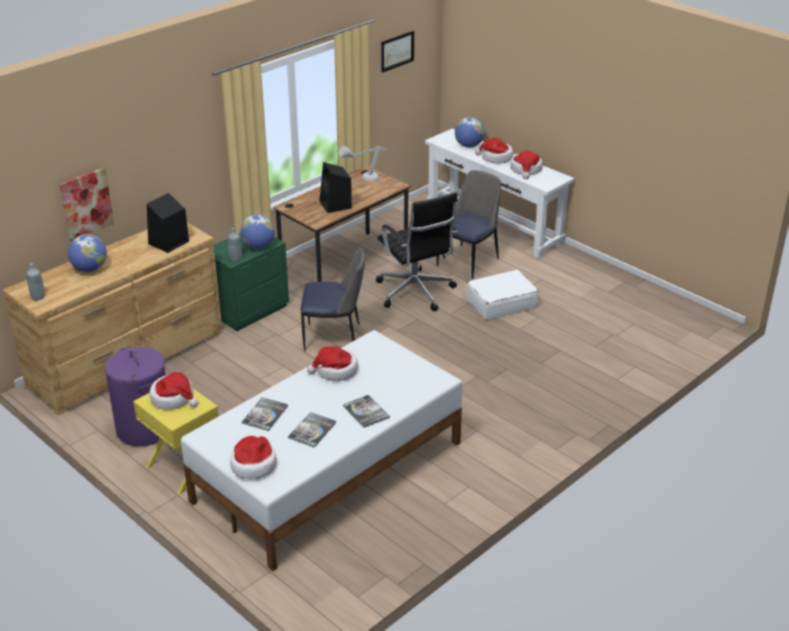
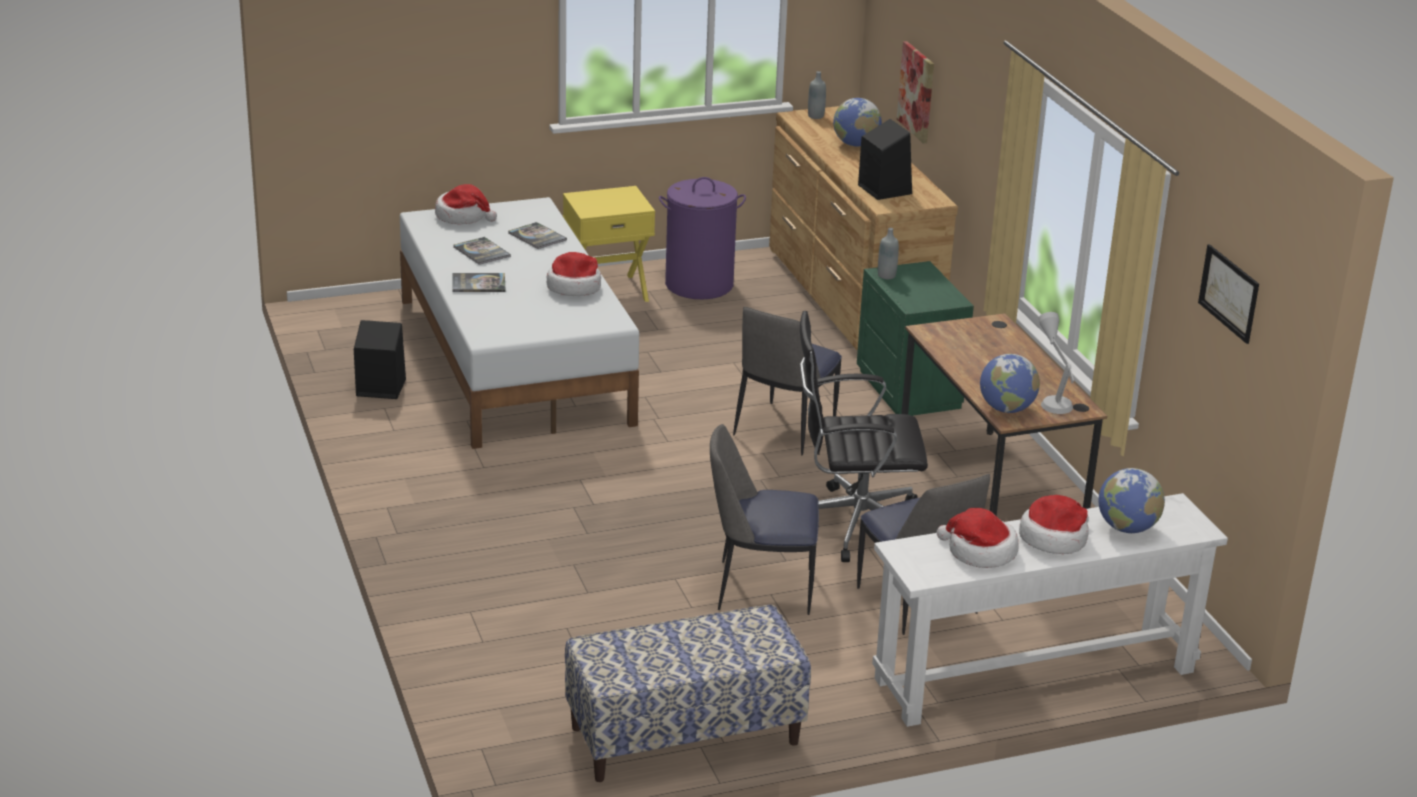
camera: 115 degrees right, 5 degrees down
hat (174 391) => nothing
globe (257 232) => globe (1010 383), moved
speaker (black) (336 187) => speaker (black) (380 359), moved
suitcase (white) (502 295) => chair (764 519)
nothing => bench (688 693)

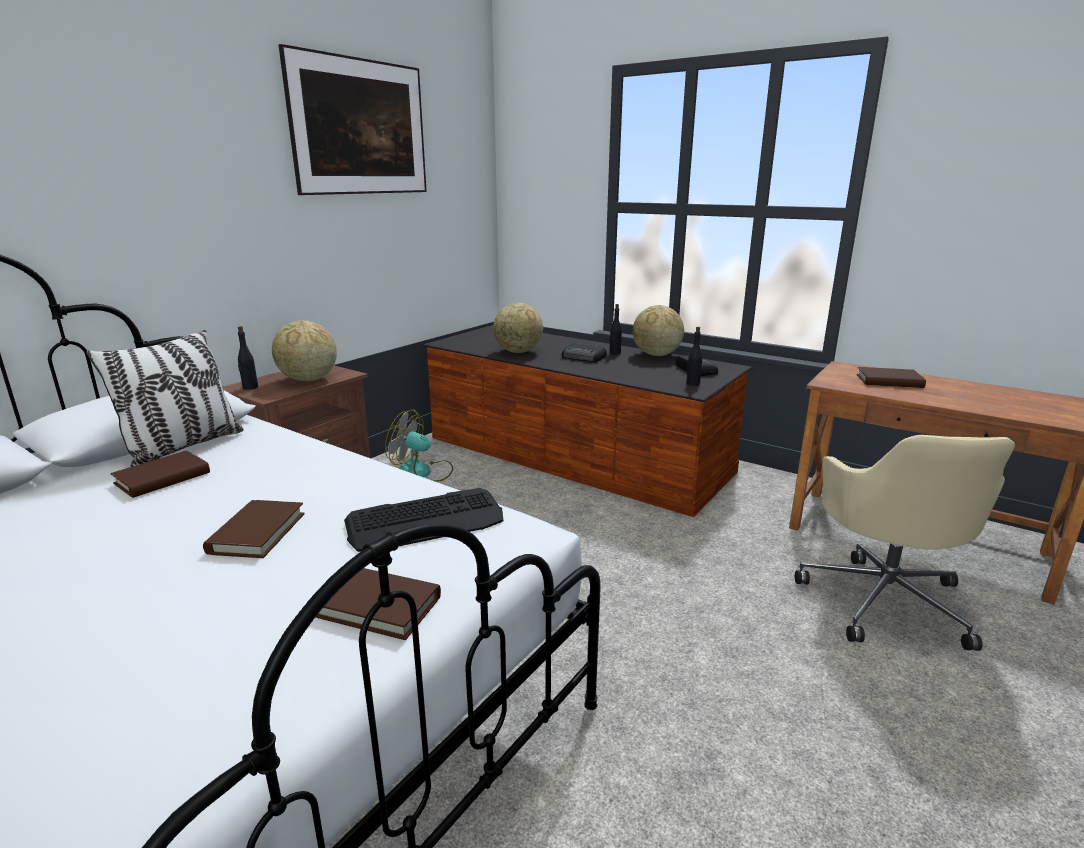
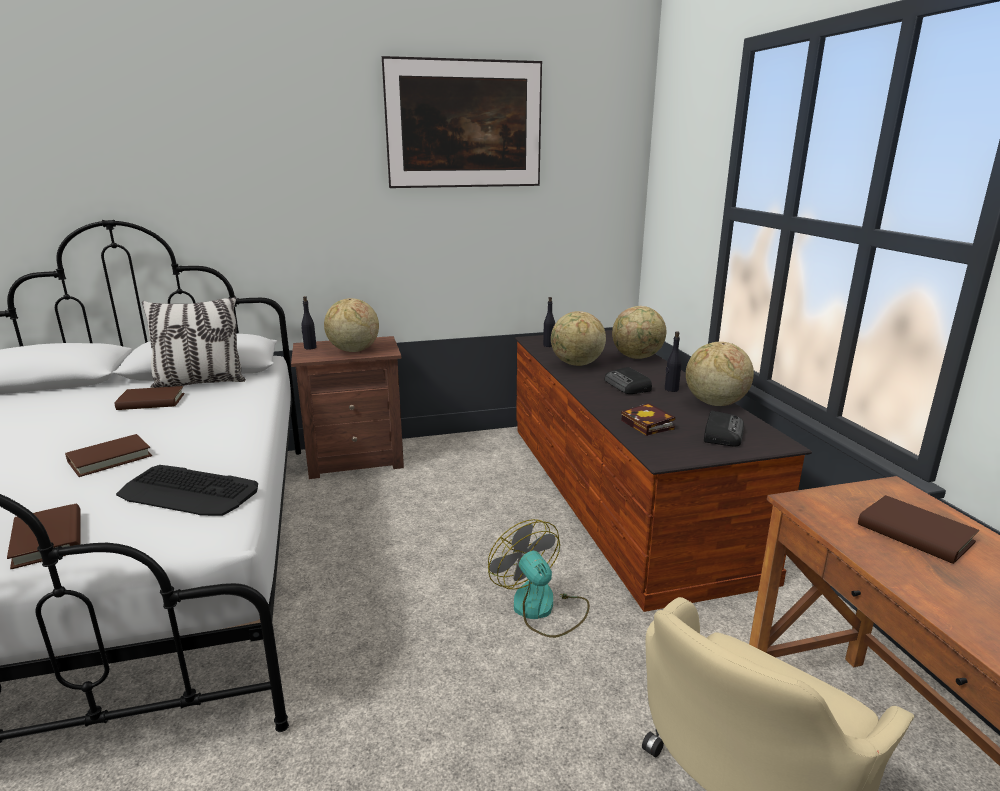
camera: 40 degrees right, 0 degrees up
fan (419 446) => fan (539 578), moved
bottle (black) (694 356) => bottle (black) (549 322), moved
nothing => globe (639 332)
nothing => book (648 419)

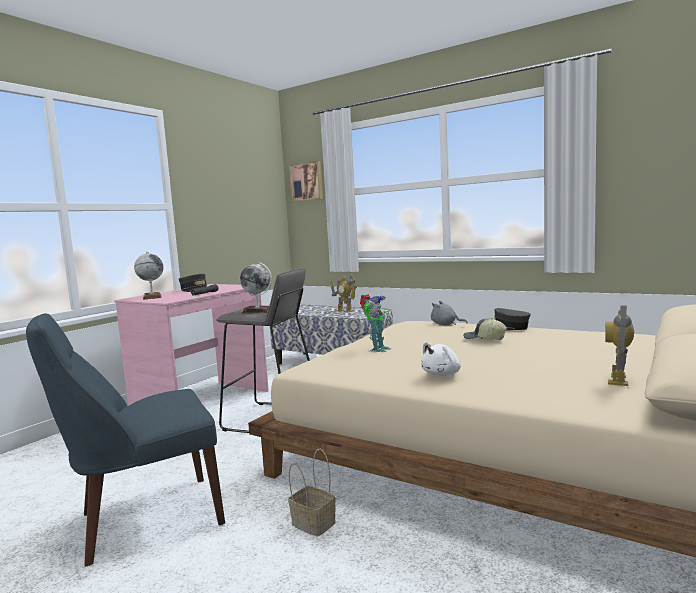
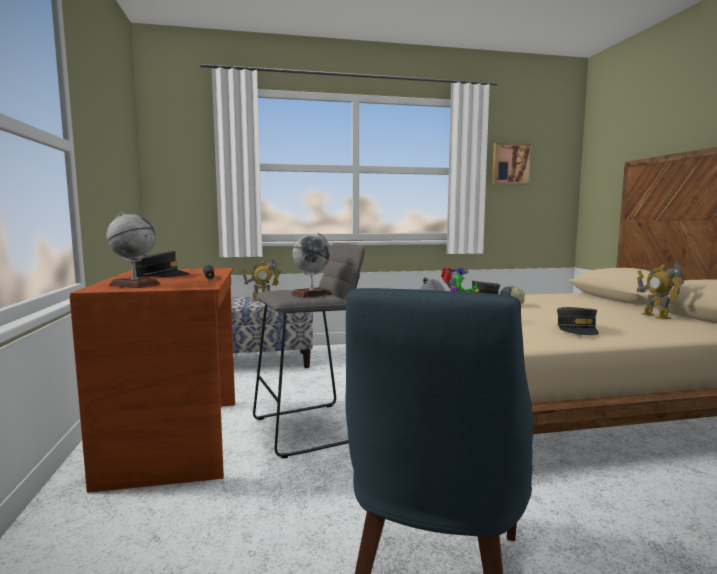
camera: 45 degrees left, 0 degrees up
desk (pink) (191 345) => desk (brown) (152 380)
basket (312 493) => nothing
picture (306 181) => picture (512 164), moved
plush toy (white) (441 359) => cap (grey) (578 321)

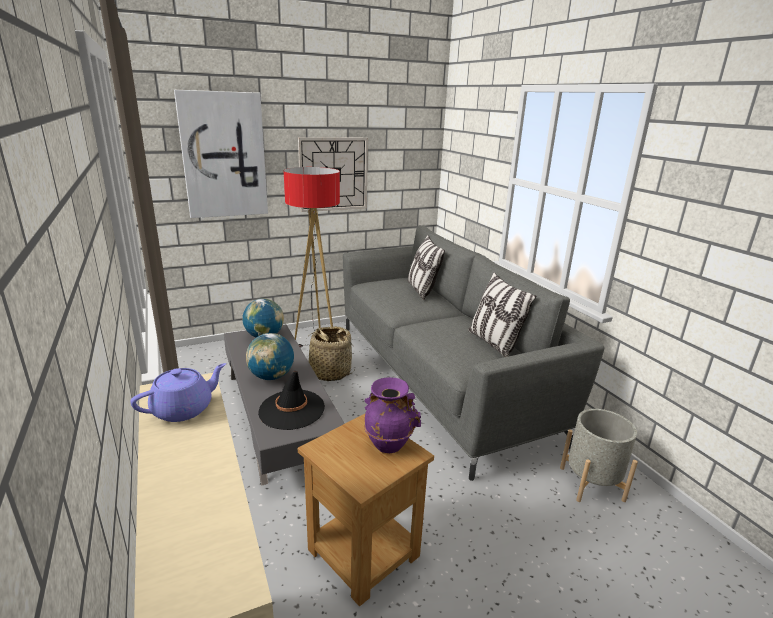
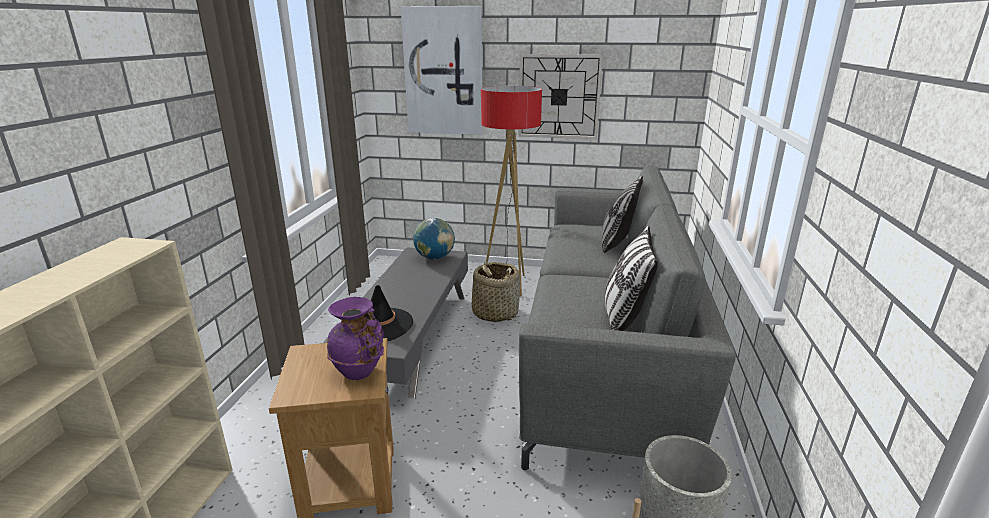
camera: 35 degrees right, 0 degrees up
teapot (purple) (178 392) => nothing
globe (270 356) => nothing

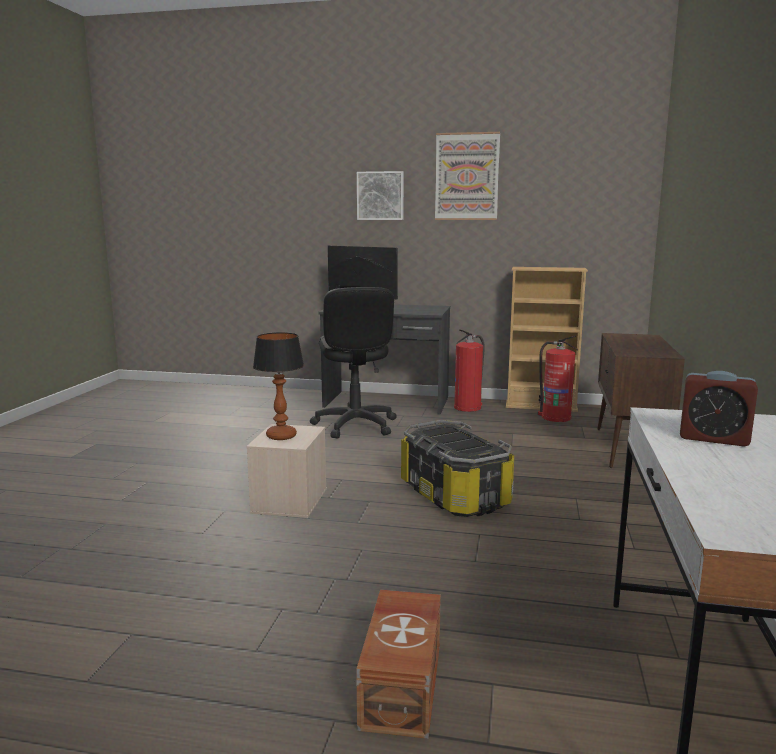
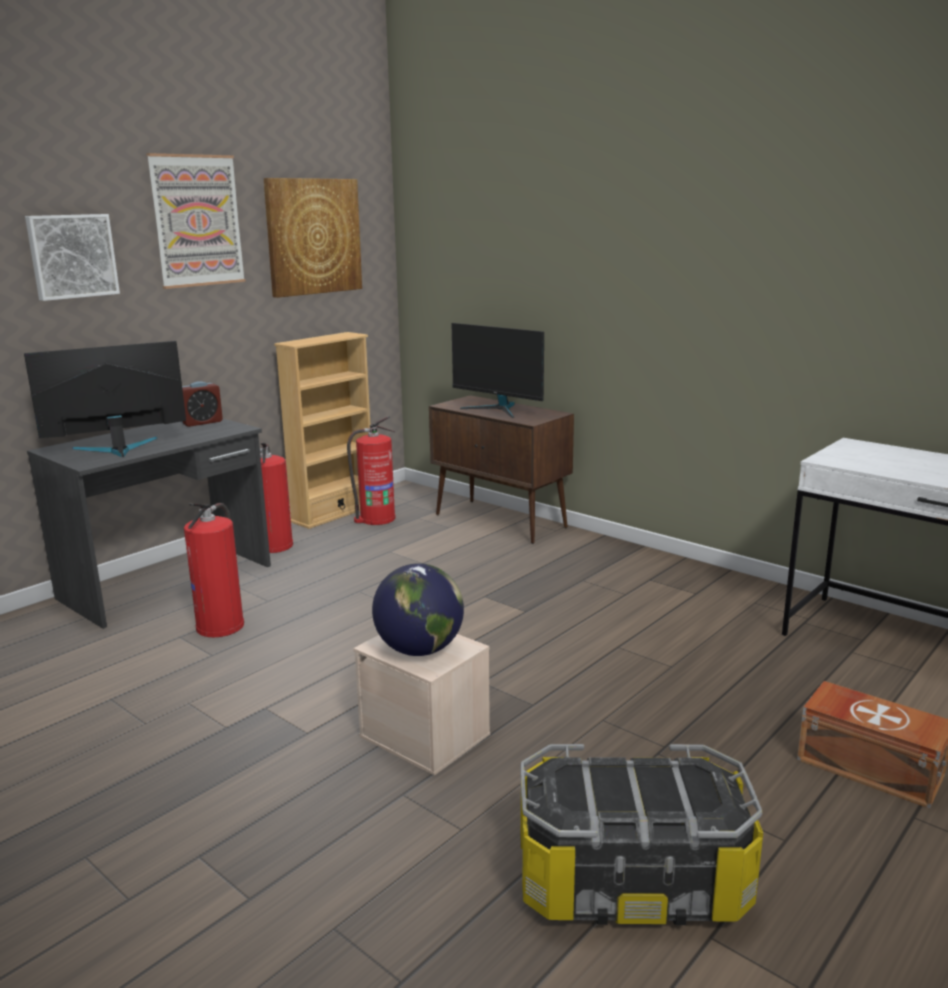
camera: 60 degrees left, 5 degrees up
table lamp (278 386) => globe (418 609)
office chair (black) (353 363) => fire extinguisher (214 570)
storage box (457 468) => storage box (641 834), moved
alarm clock (719 409) => alarm clock (202 404), moved
nothing => picture (313 238)
nothing => monitor (497 370)

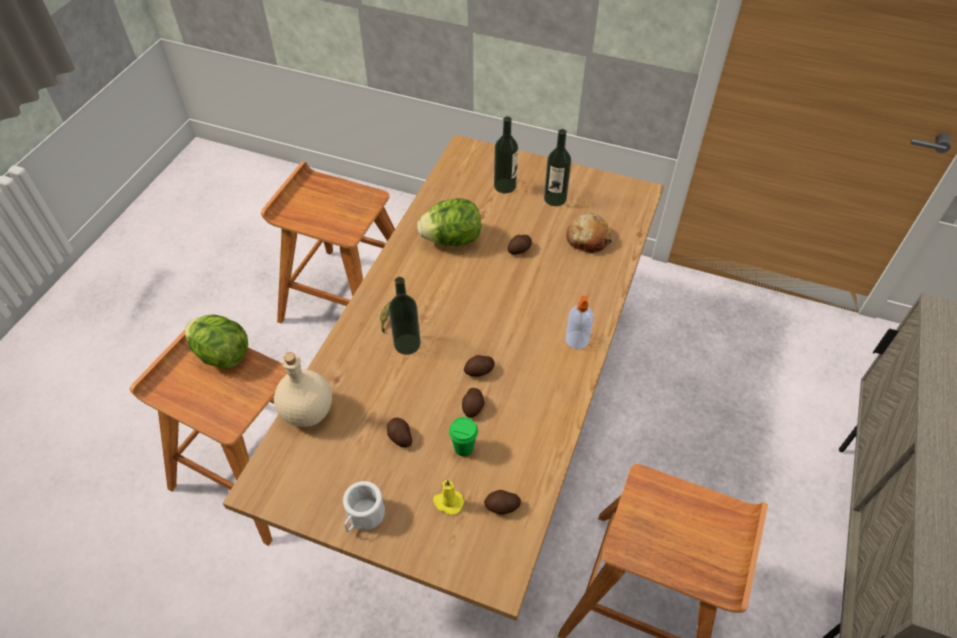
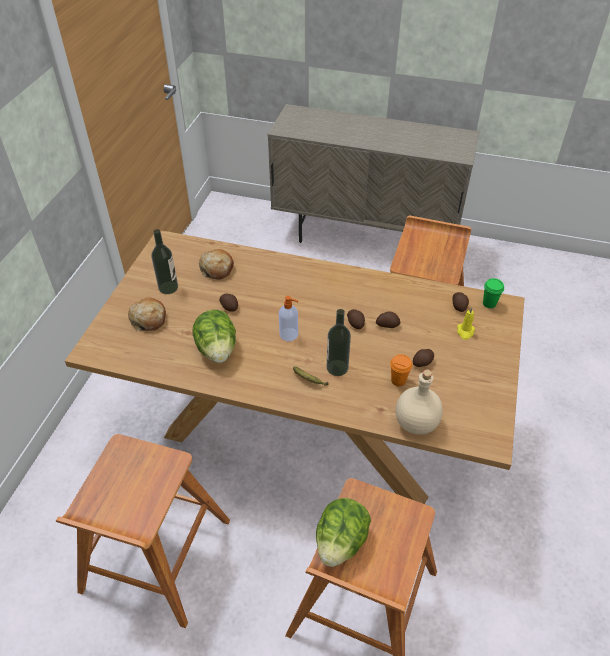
camera: 95 degrees left, 5 degrees down
mug (white) (364 506) => nothing
cup (green) (463 436) => cup (green) (493 293), moved
bottle (506 155) => bread (147 314)
soap dispenser (579 322) => soap dispenser (289 318), moved
nothing => cup (orange) (401 370)

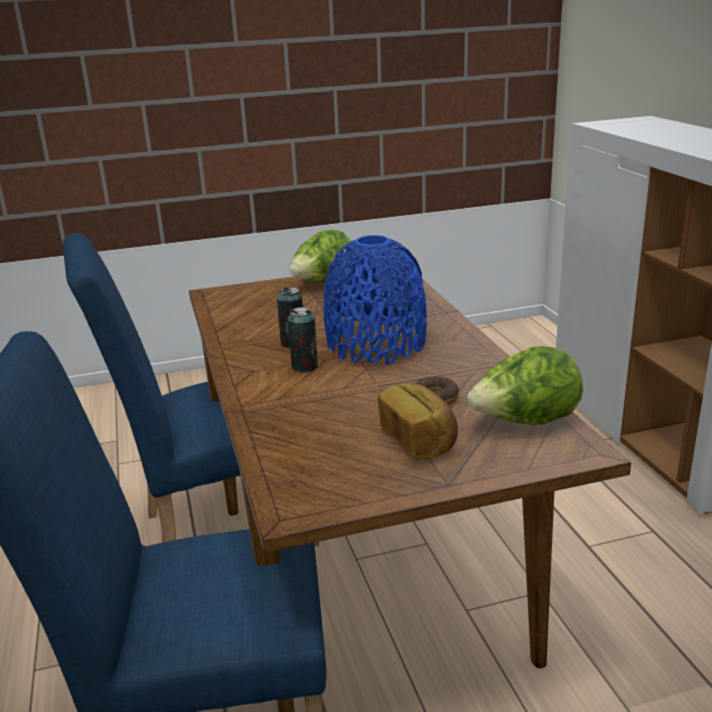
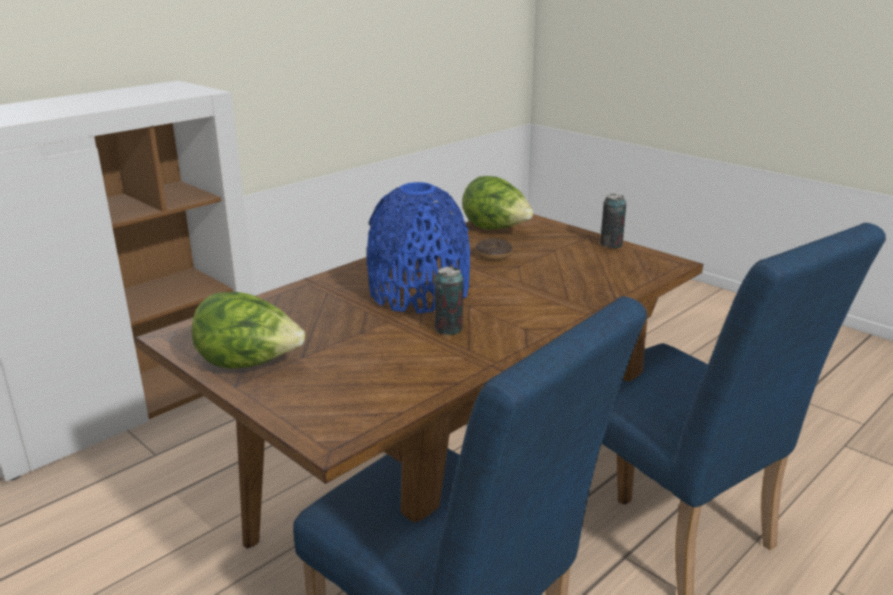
camera: 120 degrees left, 0 degrees up
can (303 339) => can (613 221), moved
bread (417 421) => nothing

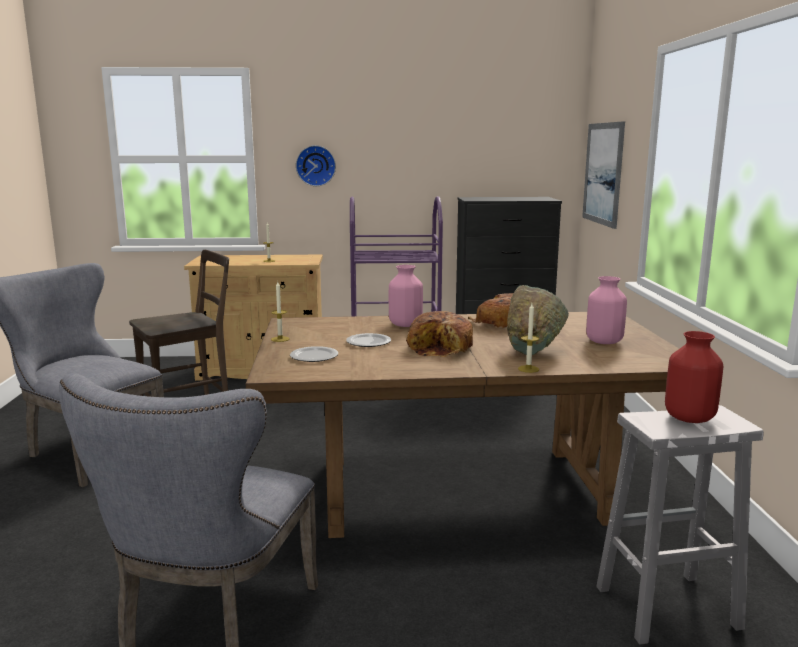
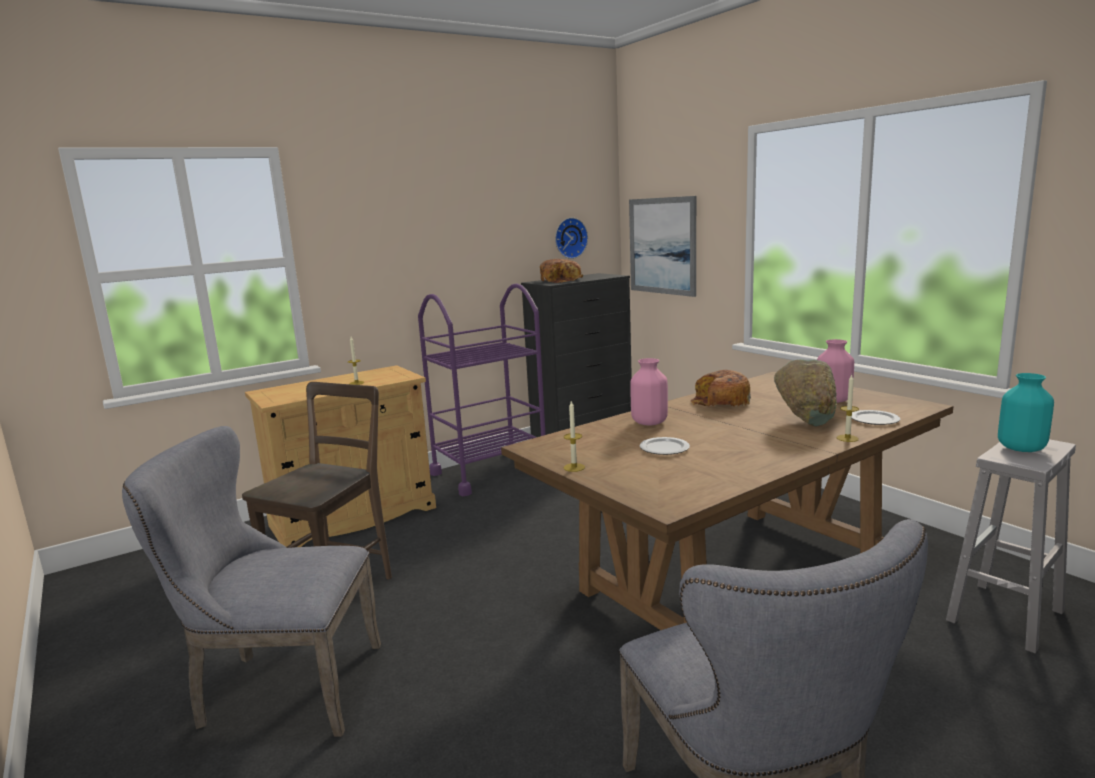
camera: 30 degrees left, 0 degrees up
plate (314 354) => plate (876 417), moved
wall clock (316 165) => wall clock (571 238), moved
bread (439 334) => bread (561 271), moved
vase (red) (694 377) => vase (turquoise) (1026 412)

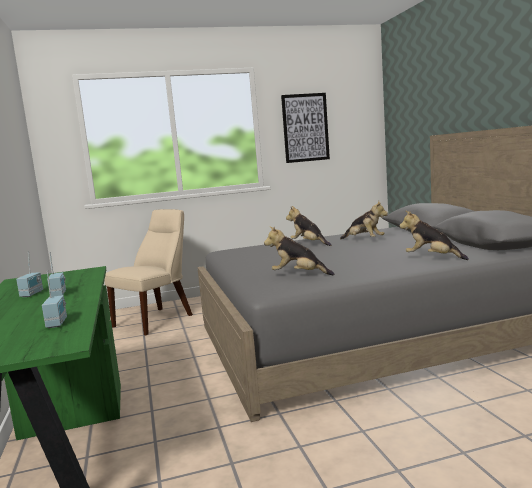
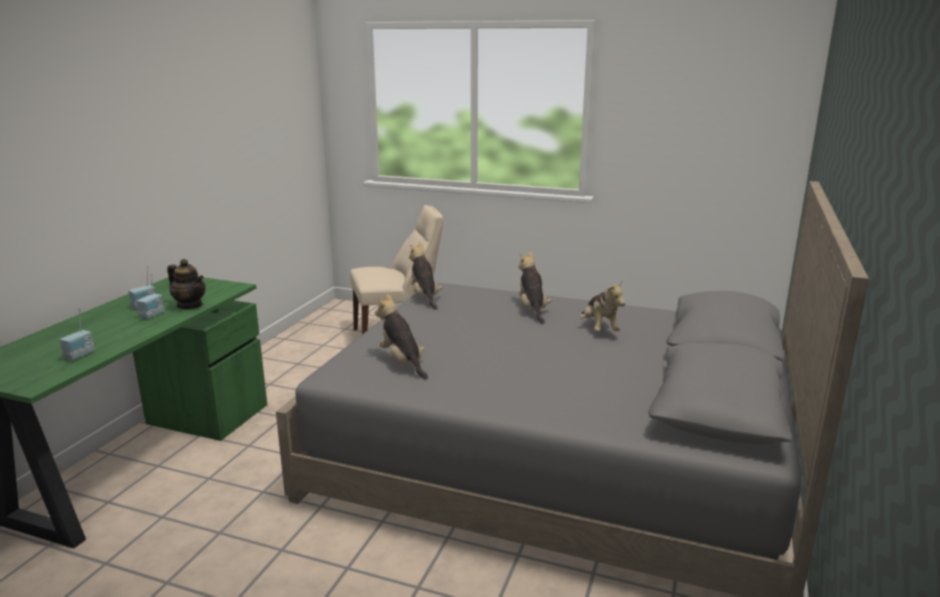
camera: 35 degrees right, 10 degrees up
picture (305 128) => nothing
plush toy (434 235) => plush toy (426 276), moved
nothing => teapot (186 284)

